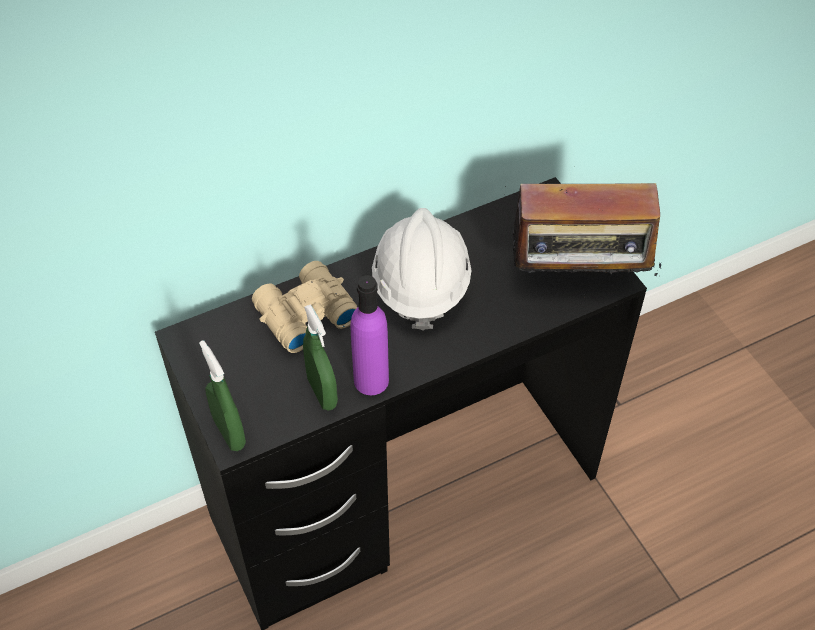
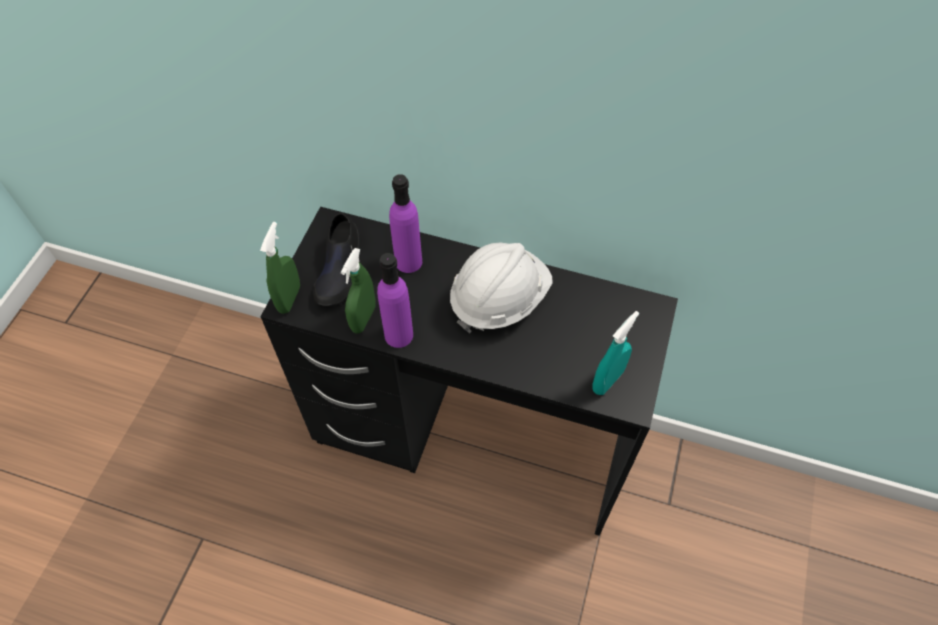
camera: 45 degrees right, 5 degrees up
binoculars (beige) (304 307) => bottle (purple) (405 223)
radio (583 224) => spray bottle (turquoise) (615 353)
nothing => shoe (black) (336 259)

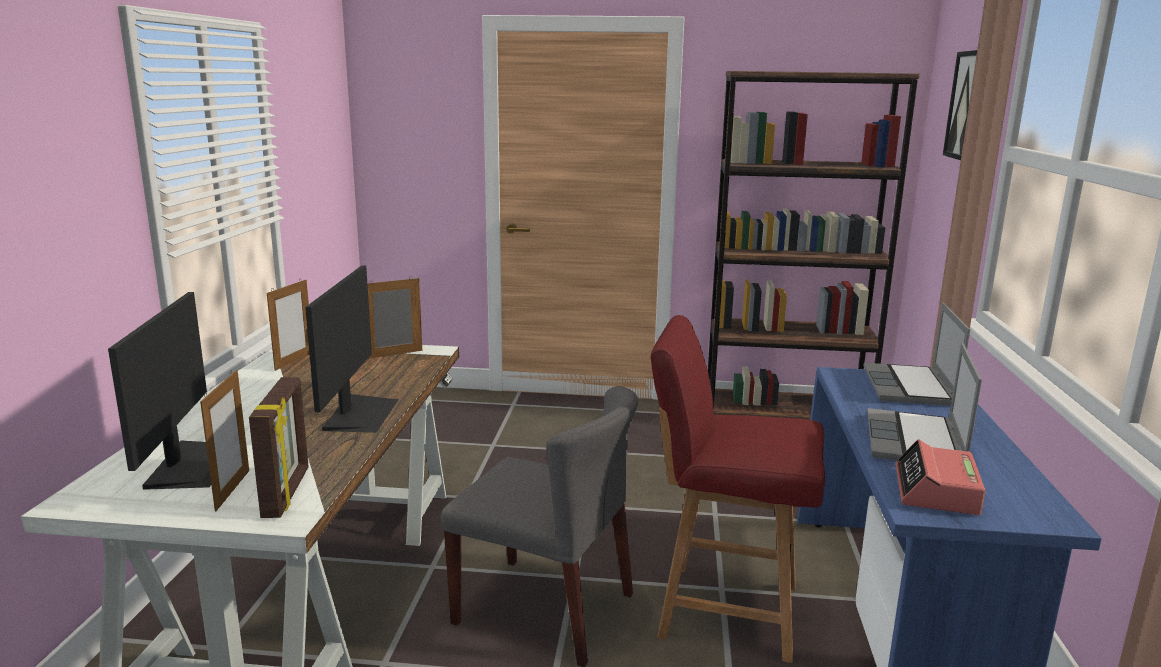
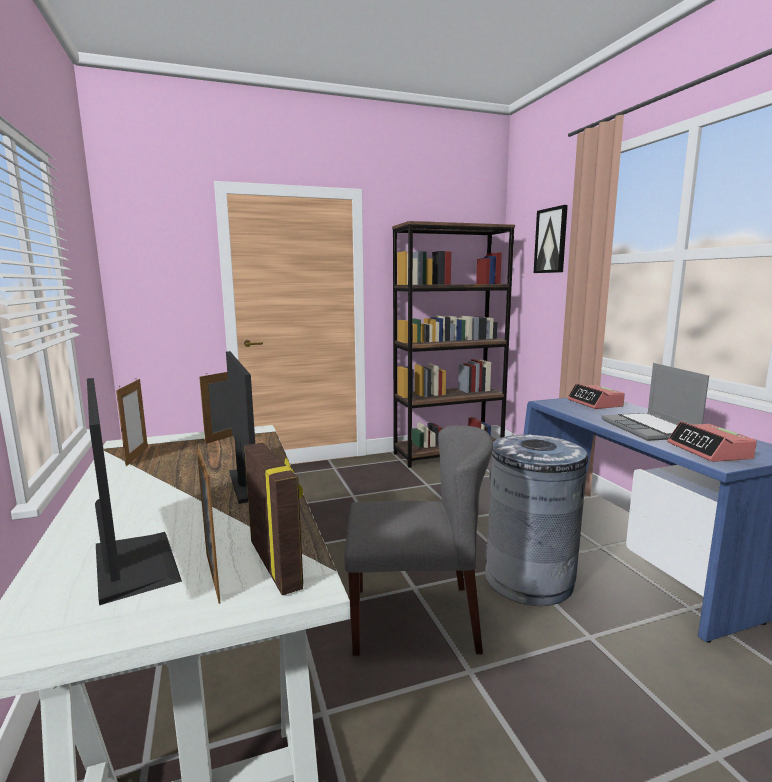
camera: 25 degrees left, 5 degrees down
chair (red) (738 489) => trash can (grey) (536 520)
laptop (916 354) => alarm clock (596 396)

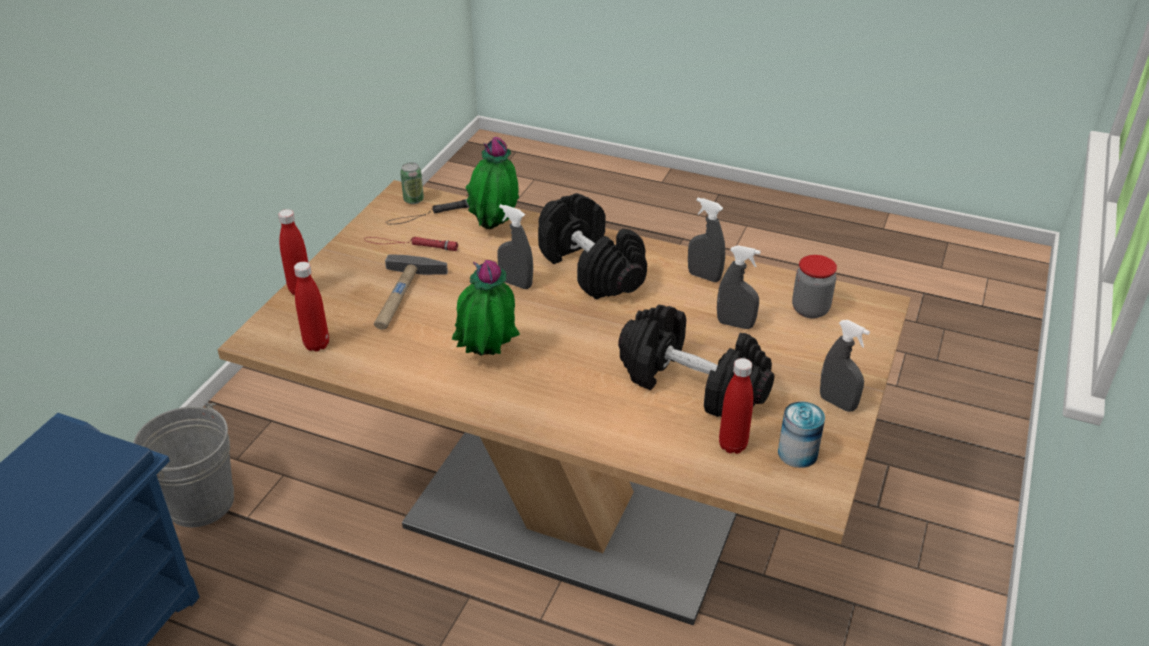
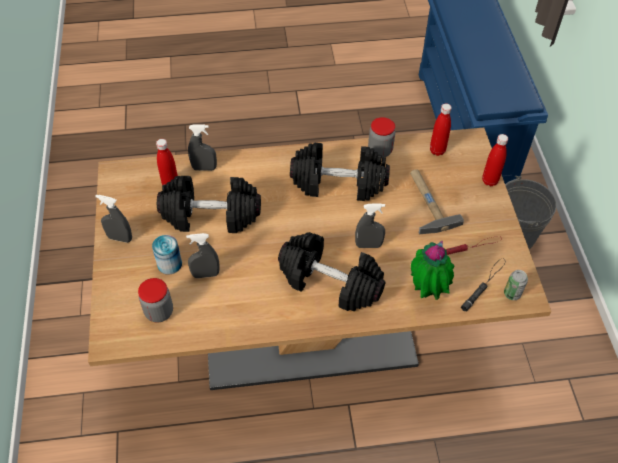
camera: 150 degrees right, 15 degrees up
potted plant (486 308) => dumbbell (black) (340 172)
spray bottle (grey) (706 240) => spray bottle (grey) (202 148), moved
can (801 434) => can (167 255), moved
nothing => jar (381 137)

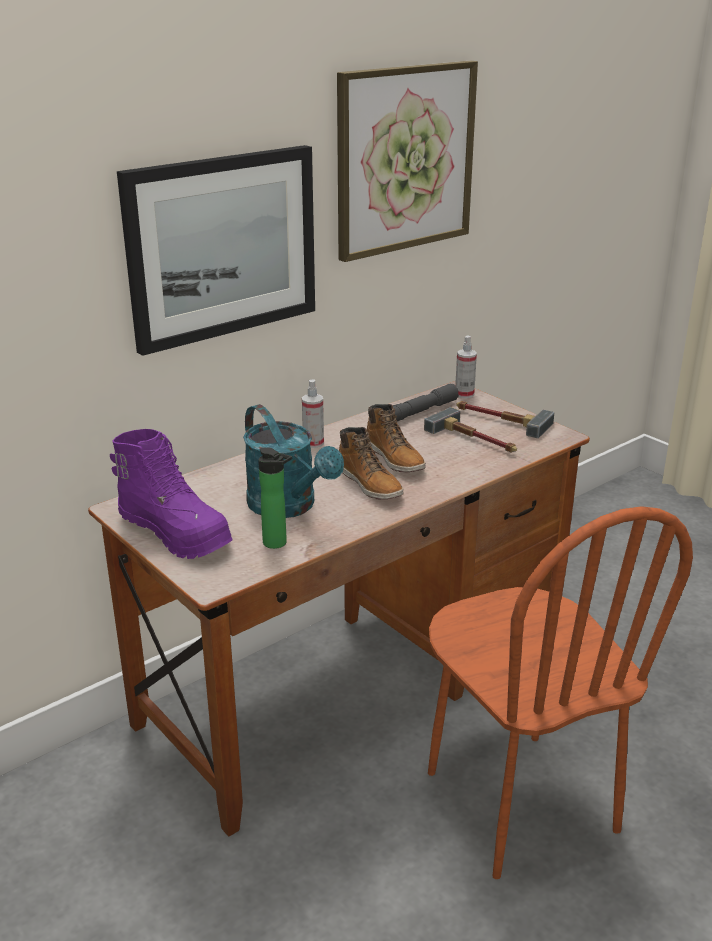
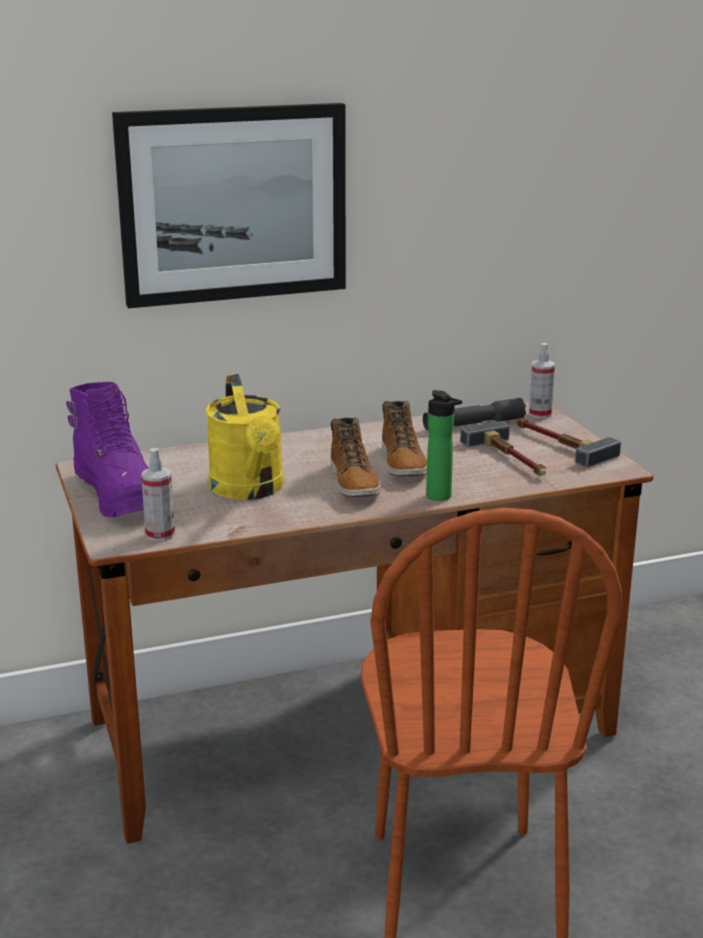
camera: 20 degrees right, 5 degrees down
watering can (turquoise) (293 461) => watering can (yellow) (244 437)
bottle (275 498) => bottle (444 445), moved
spray bottle (313 413) => spray bottle (158 494), moved
picture (407 161) => nothing

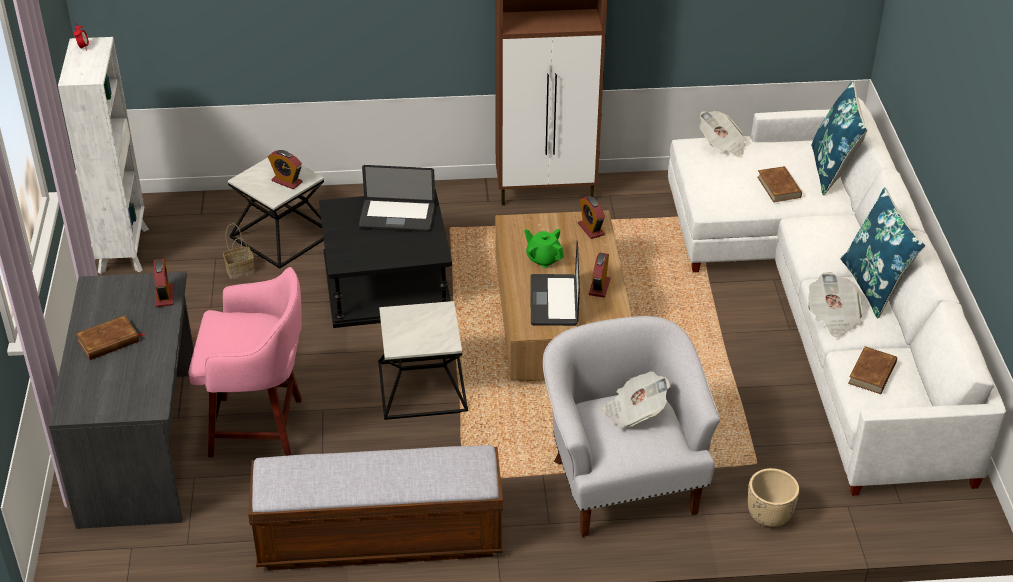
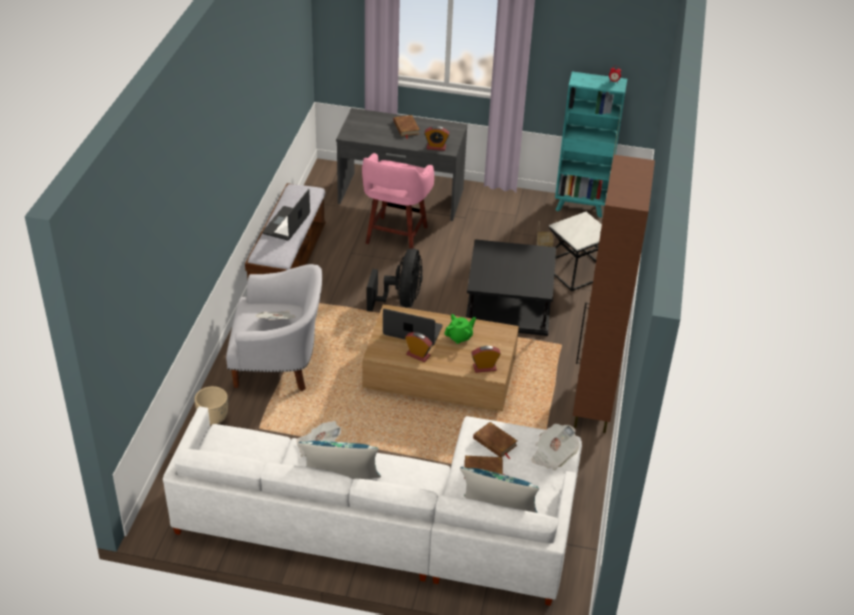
camera: 105 degrees right, 0 degrees up
bookcase (white) (103 155) => bookcase (turquoise) (591 145)
alarm clock (285 170) => nothing
laptop (397 198) => laptop (286 214), moved
side table (423 360) => fan (black) (395 280)
book (brown) (872 370) => book (brown) (495 440), moved

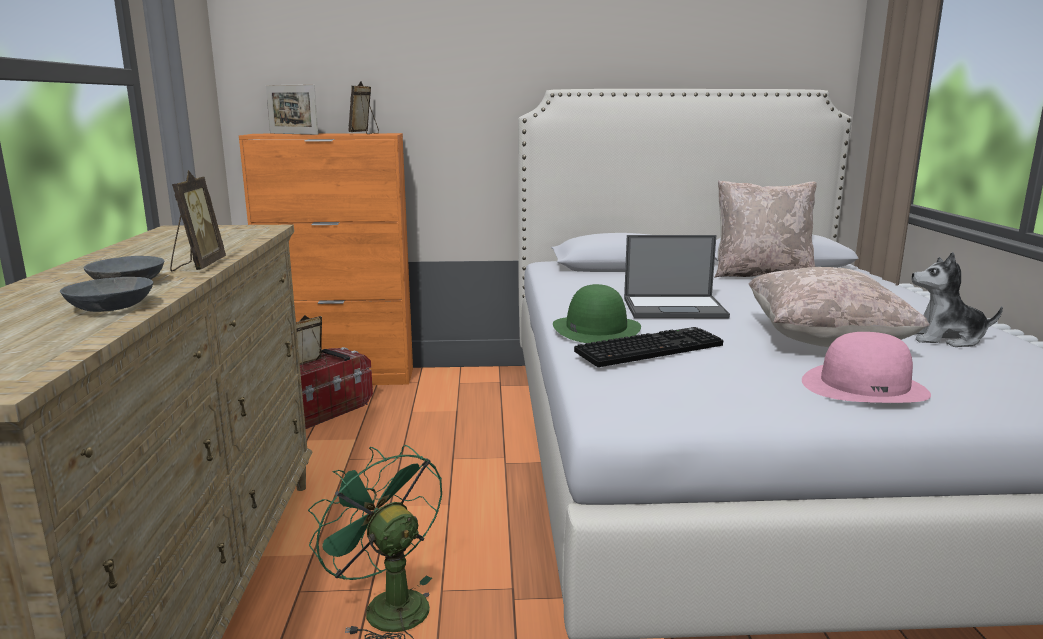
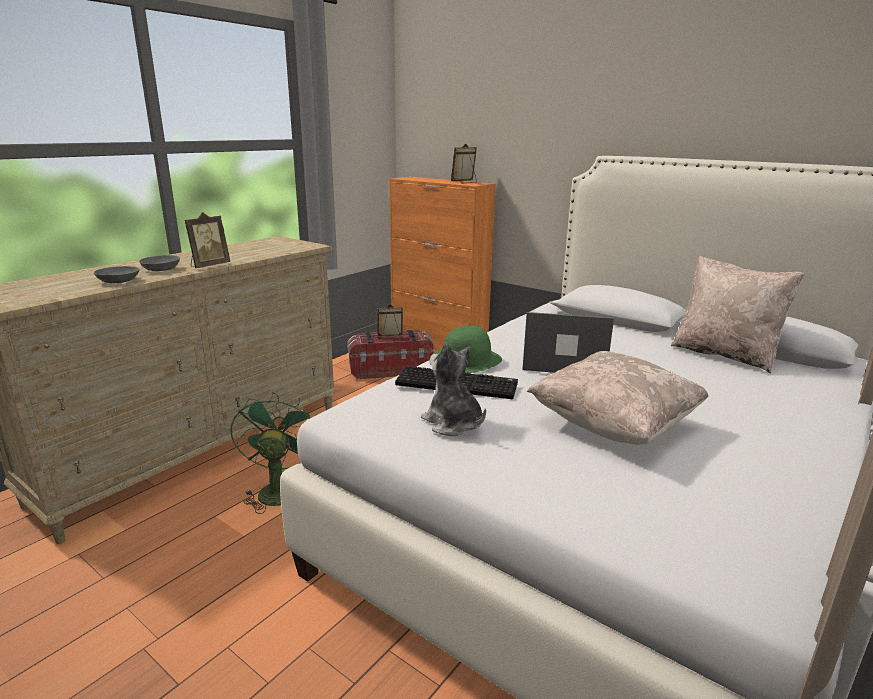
camera: 40 degrees right, 5 degrees up
picture frame (292 109) => nothing
laptop (677 276) => laptop (568 342), 150 degrees clockwise
hat (pink) (866 367) => nothing
plush toy (957 299) => plush toy (453 389), moved

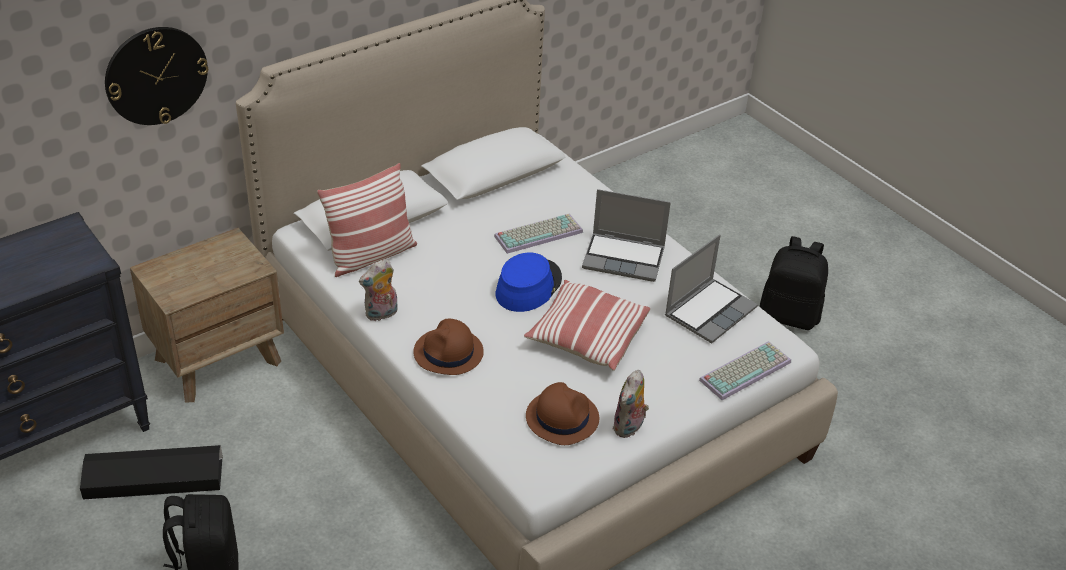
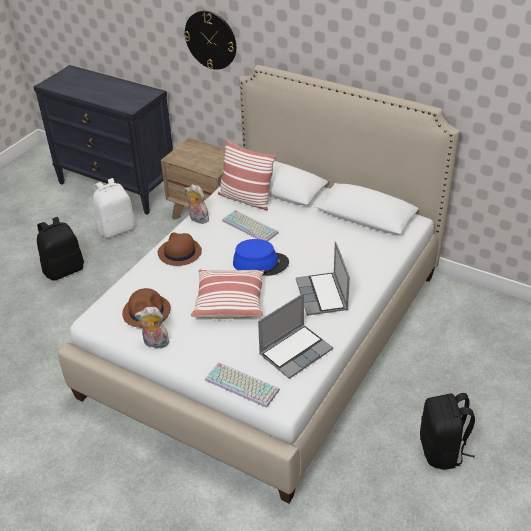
camera: 70 degrees right, 0 degrees up
storage box (black) (151 472) => backpack (white) (114 208)
keyboard (538 233) => keyboard (250 225), moved
laptop (711 289) => laptop (295 336), 60 degrees counterclockwise

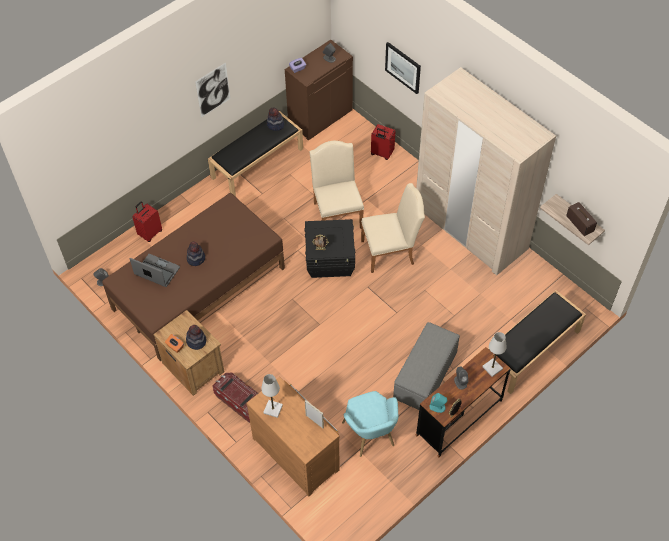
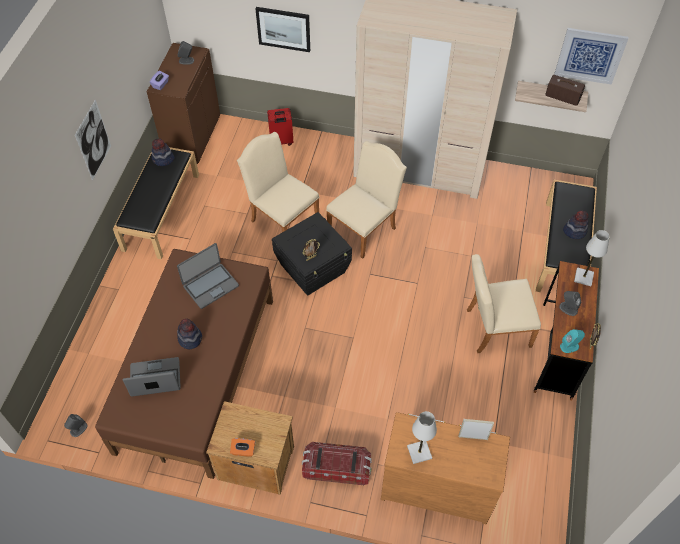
camera: 35 degrees left, 0 degrees up
suitcase (red) (147 221) => nothing
hat (196 337) => hat (576 224), moved
armchair (turquoise) (370 424) => nothing
ottoman (grey) (426 366) => chair (beige) (504 303)
nothing => laptop (208 276)
nothing => picture (591 56)

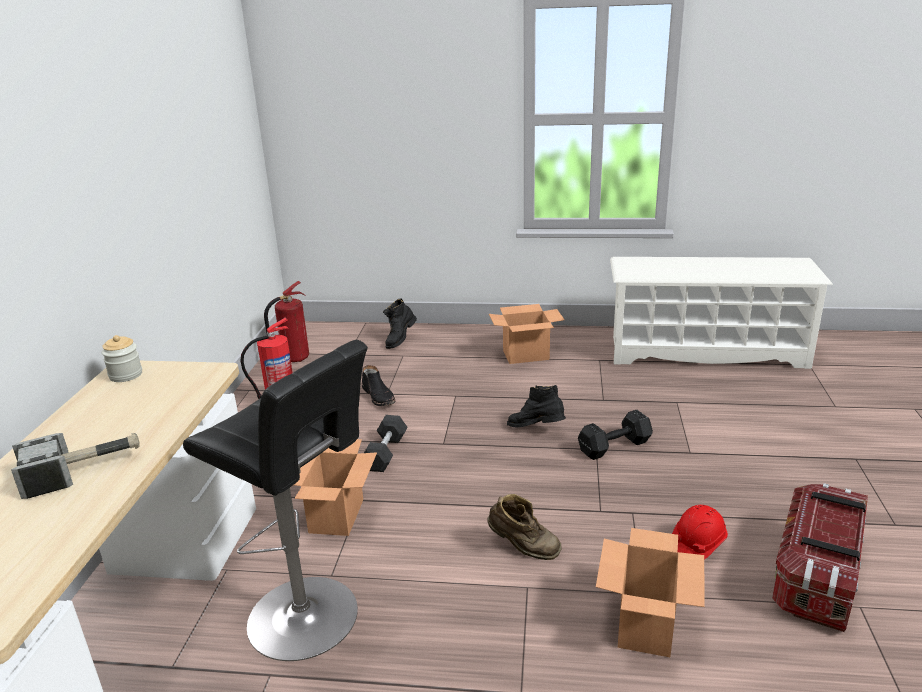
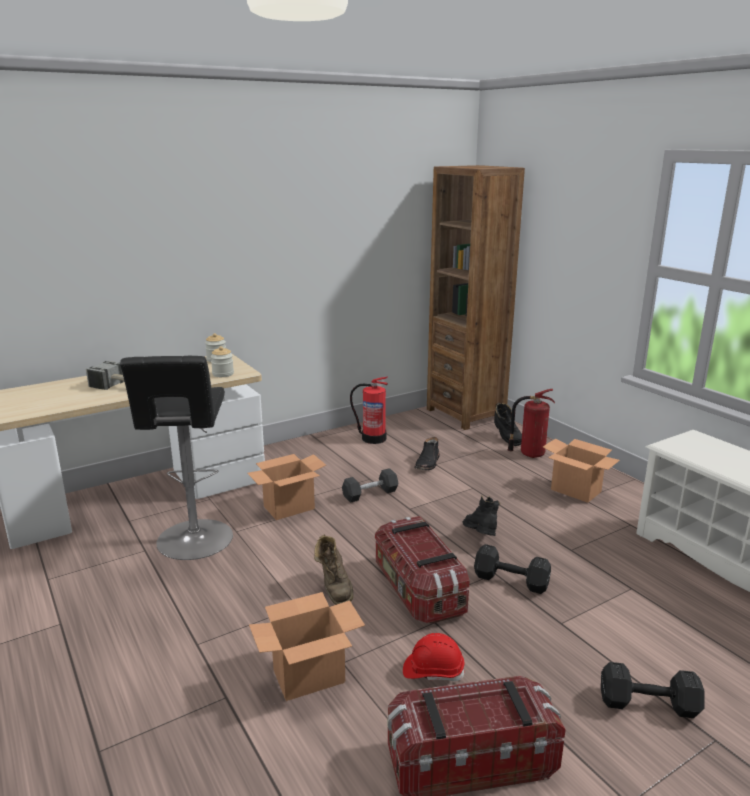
camera: 50 degrees right, 5 degrees down
fire extinguisher (286 321) => fire extinguisher (531 423), moved
boot (black) (400 323) => boot (black) (508 424), 105 degrees counterclockwise
nothing => jar (222 361)
nothing => storage box (422 570)
nothing => bookcase (brown) (476 297)
nothing => dumbbell (black) (653 690)

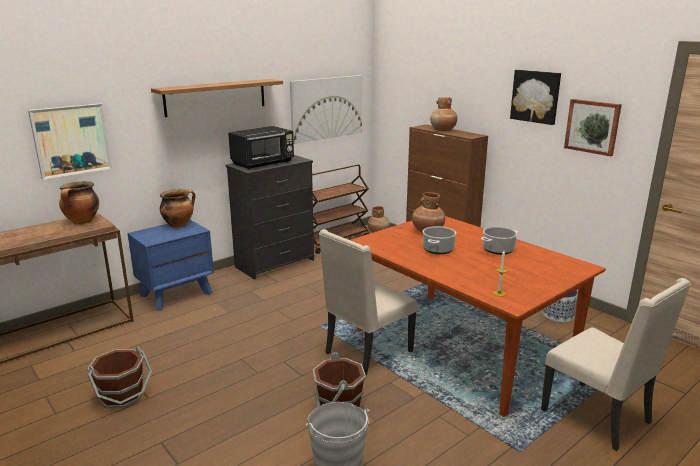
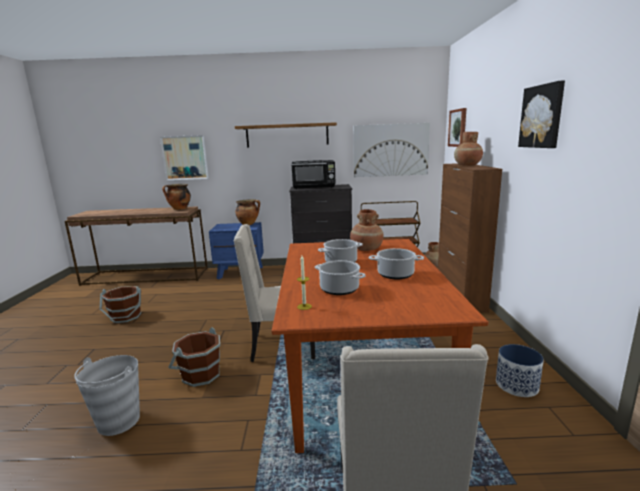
camera: 40 degrees right, 5 degrees down
picture (593 127) => picture (457 127), moved
nothing => cooking pot (340 277)

